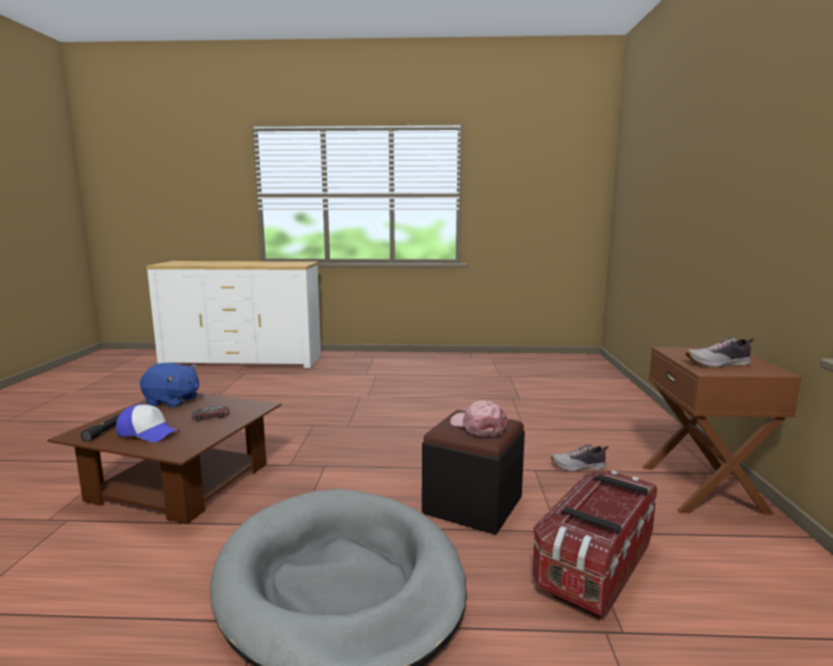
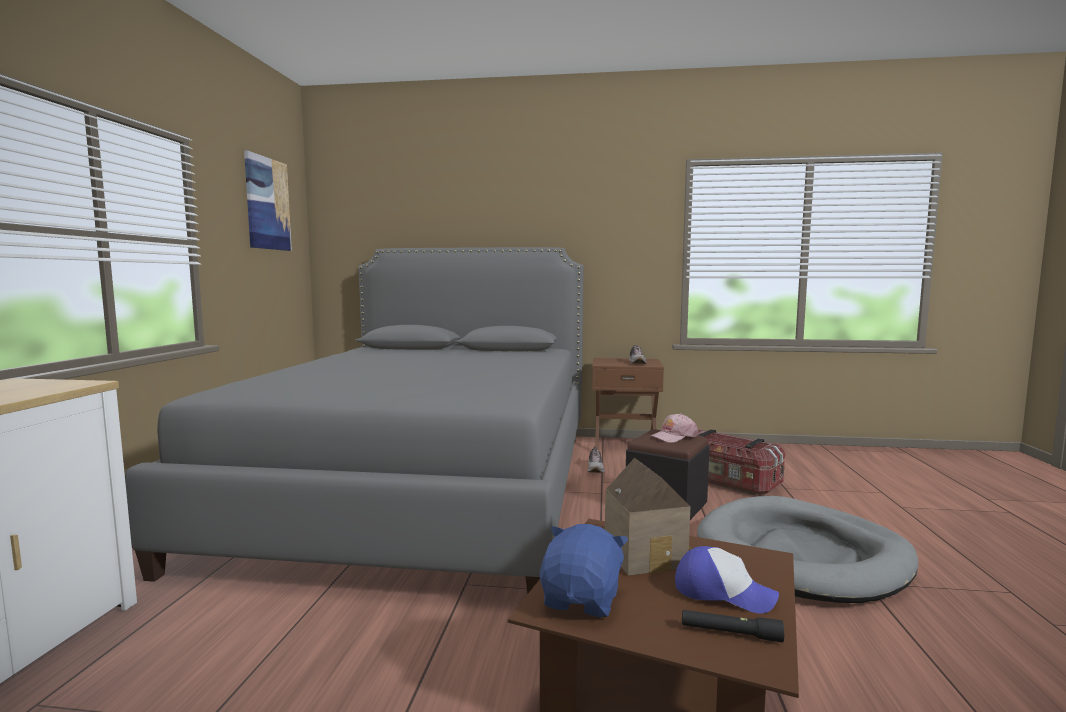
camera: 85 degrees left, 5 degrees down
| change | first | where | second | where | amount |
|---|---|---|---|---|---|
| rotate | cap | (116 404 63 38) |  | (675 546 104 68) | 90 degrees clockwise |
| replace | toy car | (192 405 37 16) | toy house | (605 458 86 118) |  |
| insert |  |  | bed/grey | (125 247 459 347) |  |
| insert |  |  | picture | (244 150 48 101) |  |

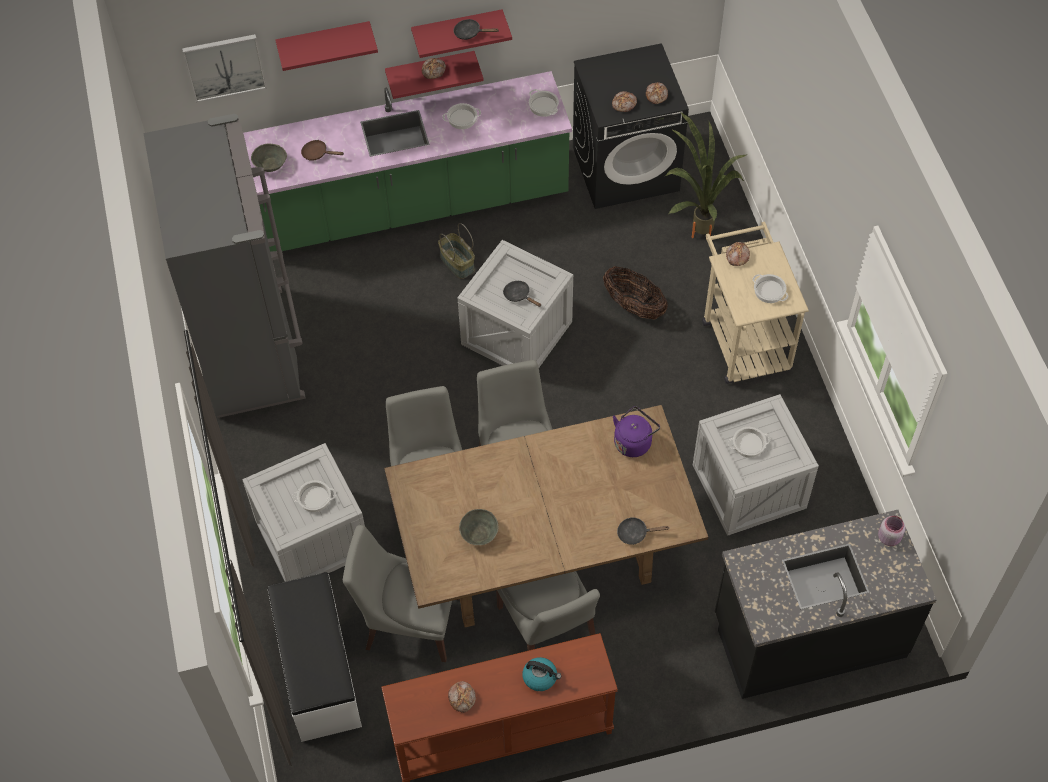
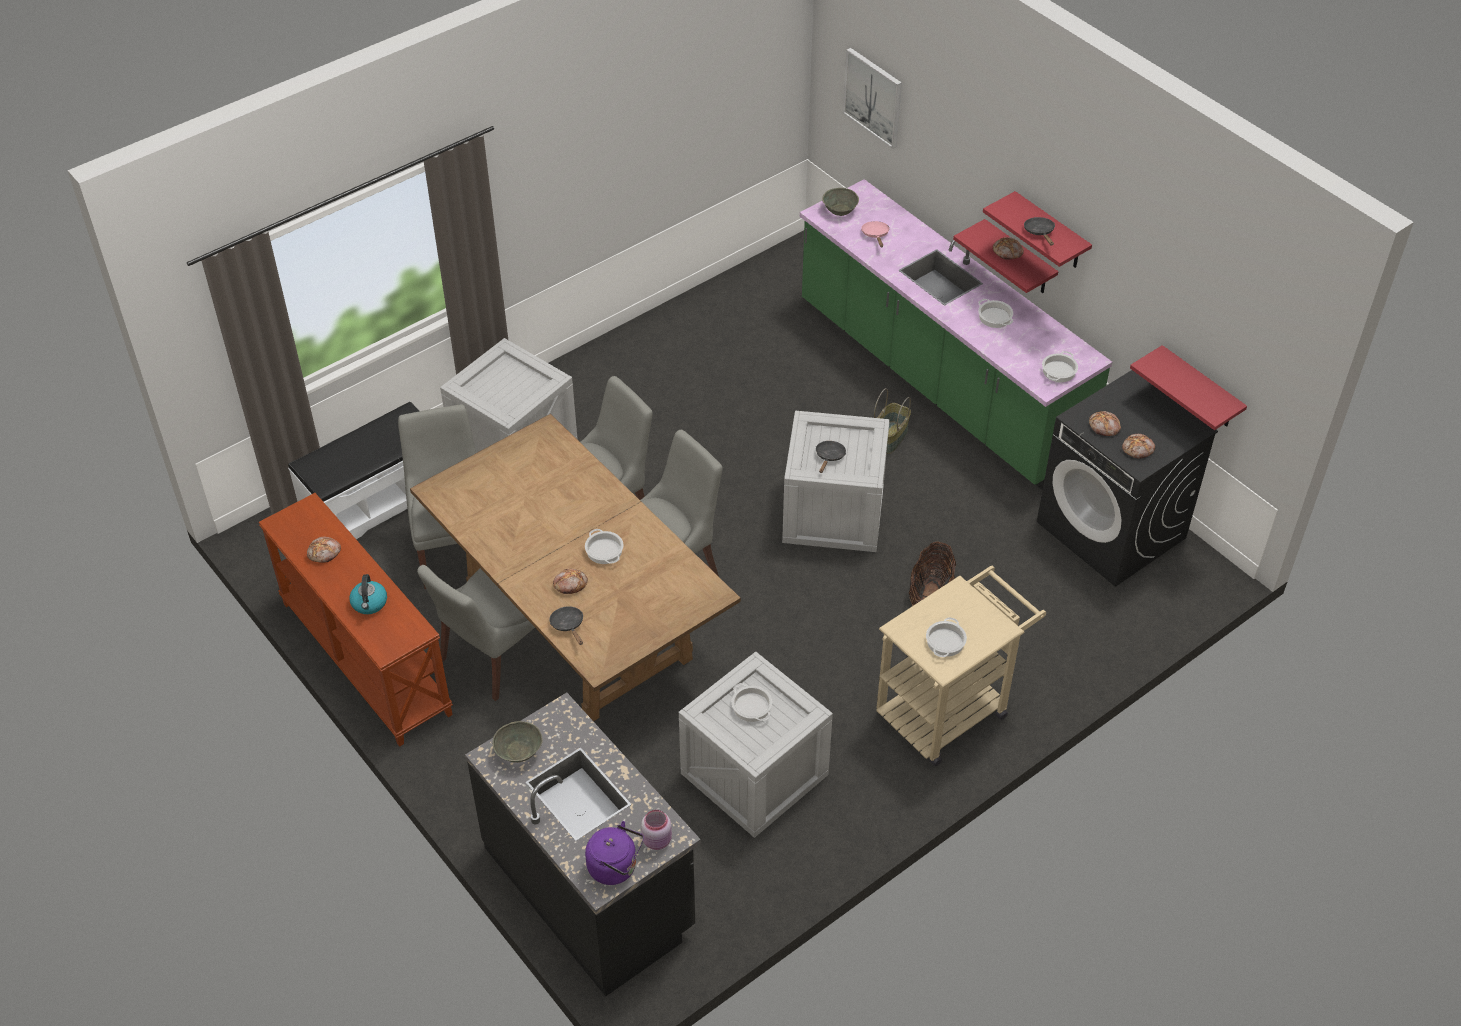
camera: 65 degrees right, 10 degrees down
| change | first | where | second | where | amount |
|---|---|---|---|---|---|
| delete | fridge/grey | (143 114 163 304) |  |  |  |
| move | shelf/red | (275 21 103 50) |  | (1130 345 117 85) |  |
| move | cooking pot | (292 480 44 32) |  | (585 529 38 35) |  |
| recolor | frying pan/brown | (301 140 42 21) | frying pan/pink | (861 221 29 26) |  |
| move | bowl/grey | (459 509 40 36) |  | (492 721 51 42) |  |
| move | kettle/purple | (613 406 47 51) |  | (585 821 59 64) |  |
| delete | potted plant | (666 113 80 125) |  |  |  |
| move | bread | (726 242 24 24) |  | (553 569 35 25) |  |

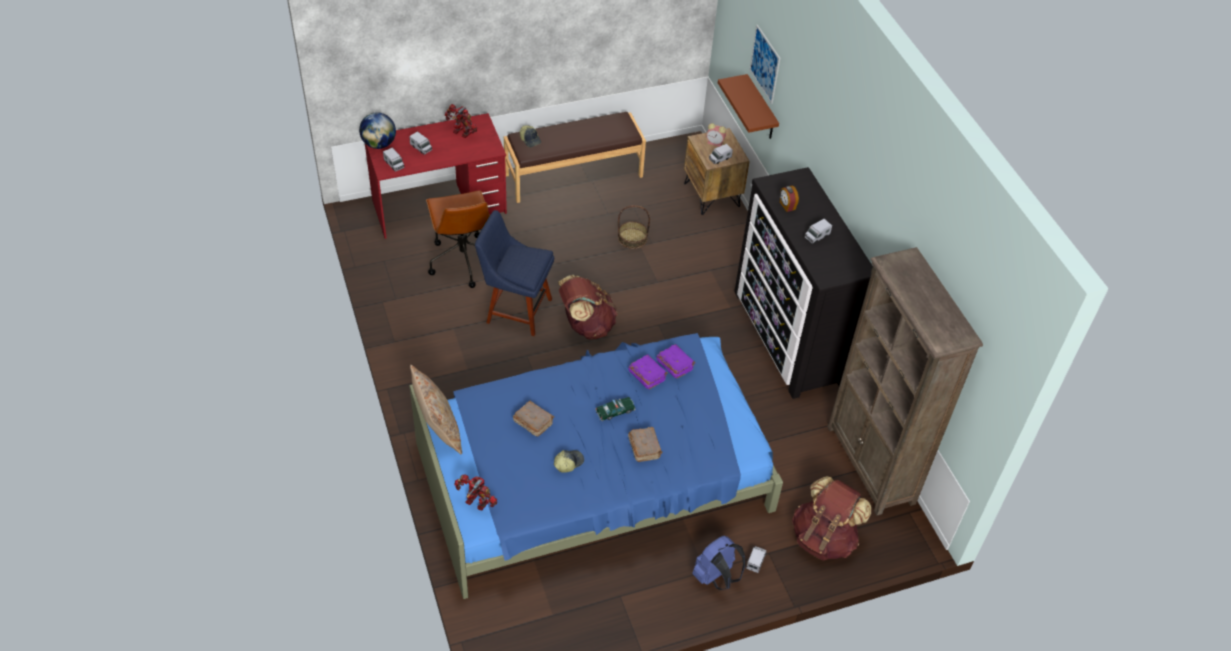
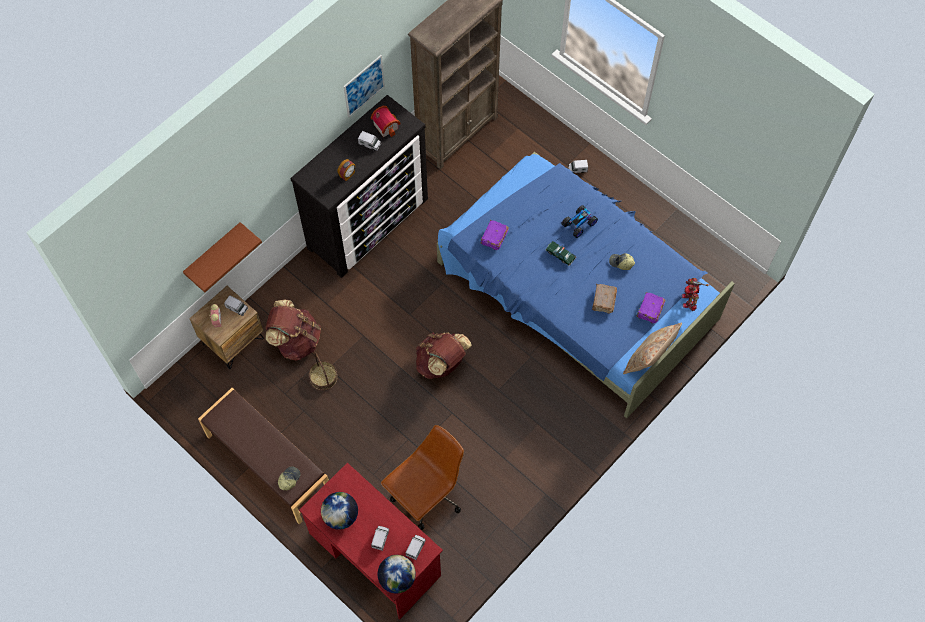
camera: 115 degrees left, 15 degrees up
| change | first | where | second | where | amount |
|---|---|---|---|---|---|
| replace | toy robot | (445 104 32 34) | globe | (321 492 37 38) |  |
| delete | chair/blue | (475 210 79 126) |  |  |  |
| move | book/purple | (628 354 40 35) |  | (637 292 28 31) |  |
| replace | book/brown | (628 427 34 35) | toy car | (561 205 37 33) |  |
| delete | backpack/blue | (692 535 53 55) |  |  |  |
| move | picture | (749 25 31 79) |  | (344 55 41 63) |  |
| move | backpack/brown | (792 476 79 84) |  | (266 299 55 62) |  |
| insert |  |  | toy house | (371 106 30 31) |  |

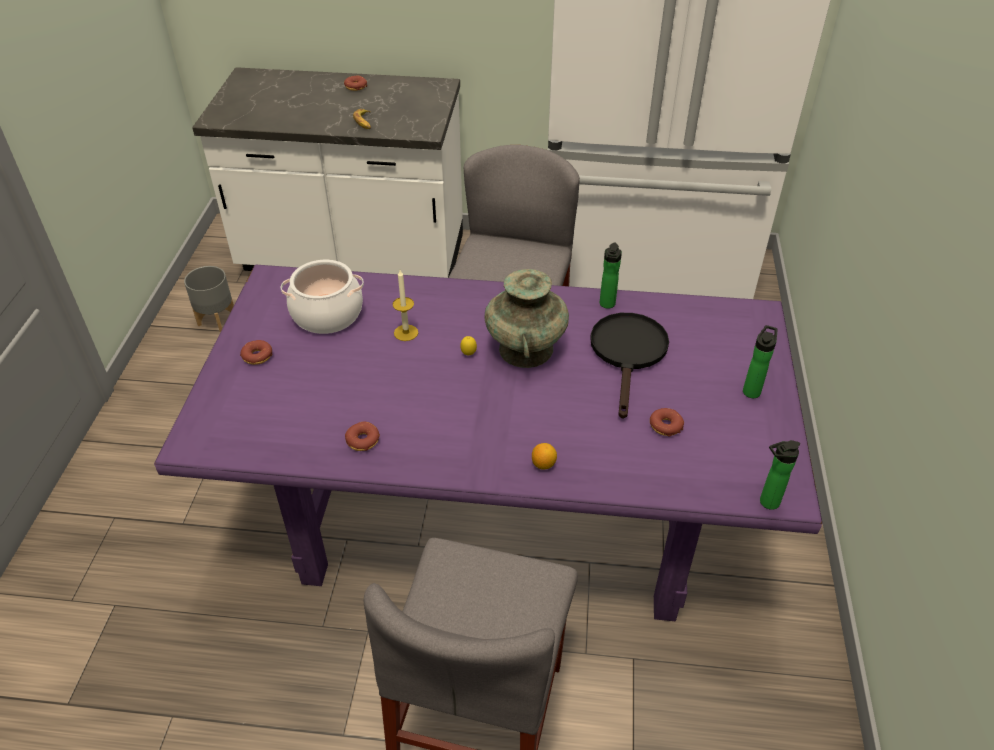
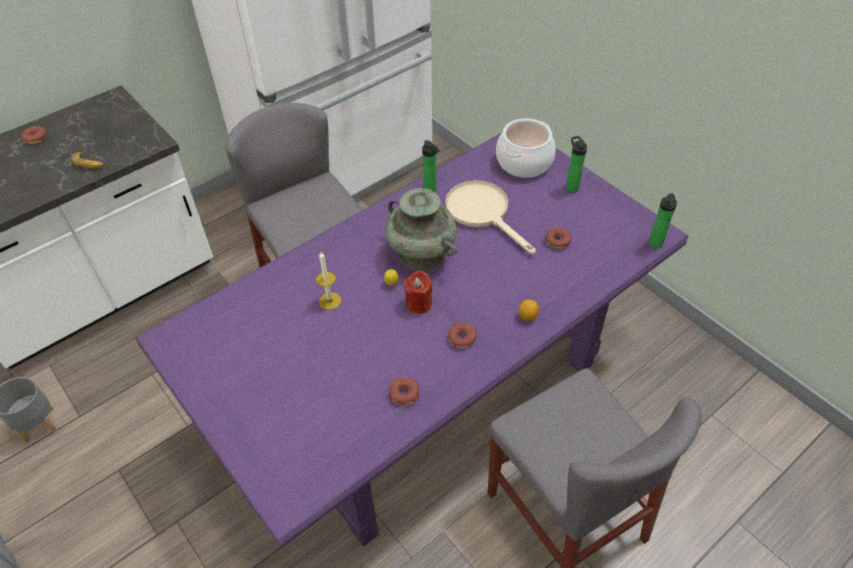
camera: 45 degrees left, 5 degrees up
| change | first | where | second | where | amount |
|---|---|---|---|---|---|
| move | donut | (240 340 32 25) |  | (448 323 29 25) |  |
| move | cooking pot | (281 260 83 74) |  | (496 118 60 60) |  |
| recolor | frying pan/black | (590 313 79 106) | frying pan/beige | (445 180 91 74) |  |
| insert |  |  | candle/red | (404 271 28 43) |  |

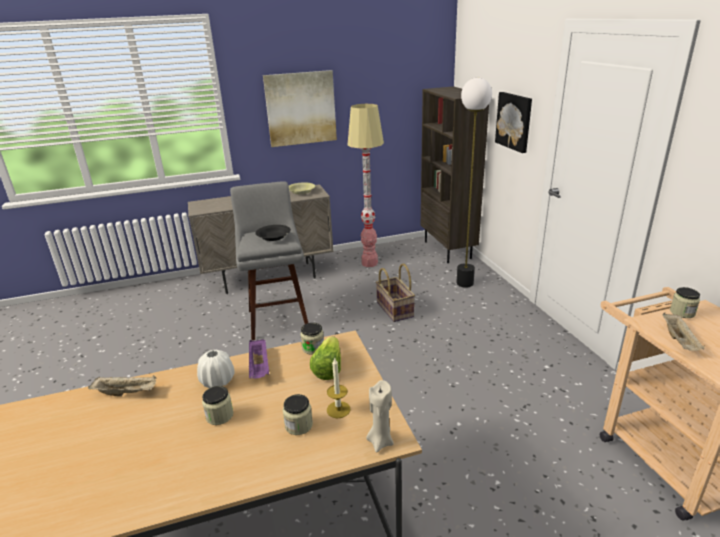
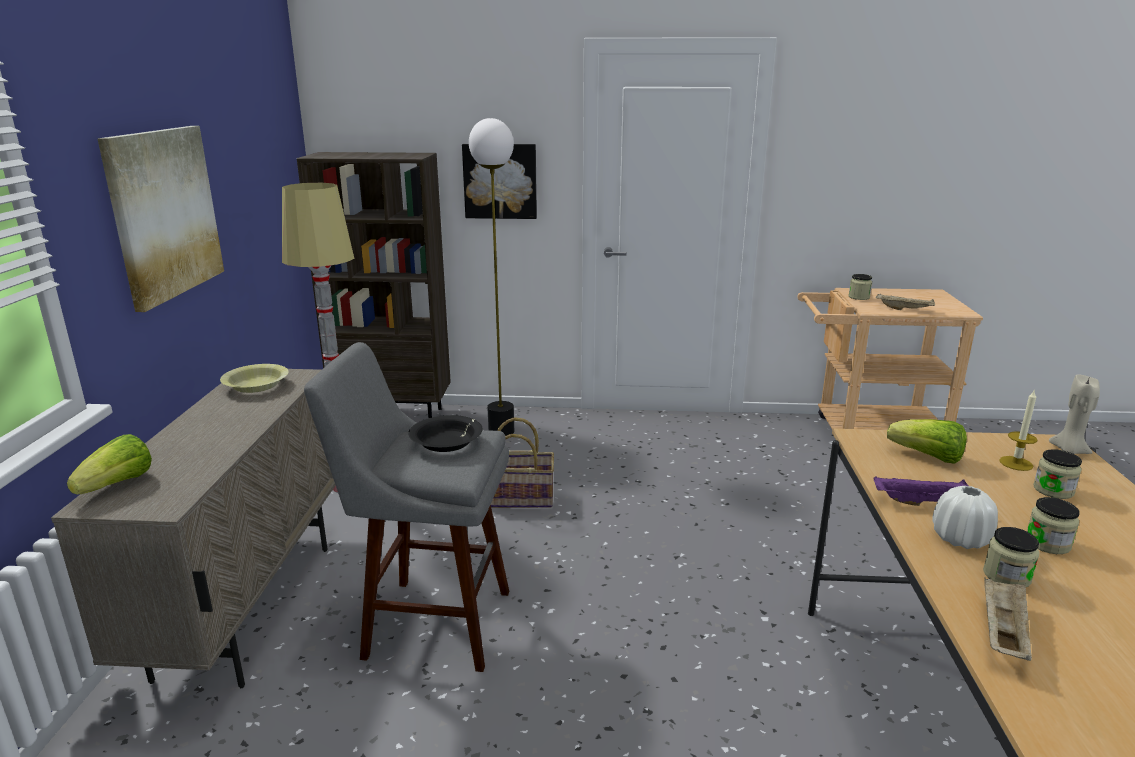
camera: 70 degrees left, 5 degrees down
| change | first | where | second | where | amount |
|---|---|---|---|---|---|
| move | jar | (300 323 24 32) |  | (983 527 56 60) |  |
| insert |  |  | lettuce | (67 434 85 60) |  |

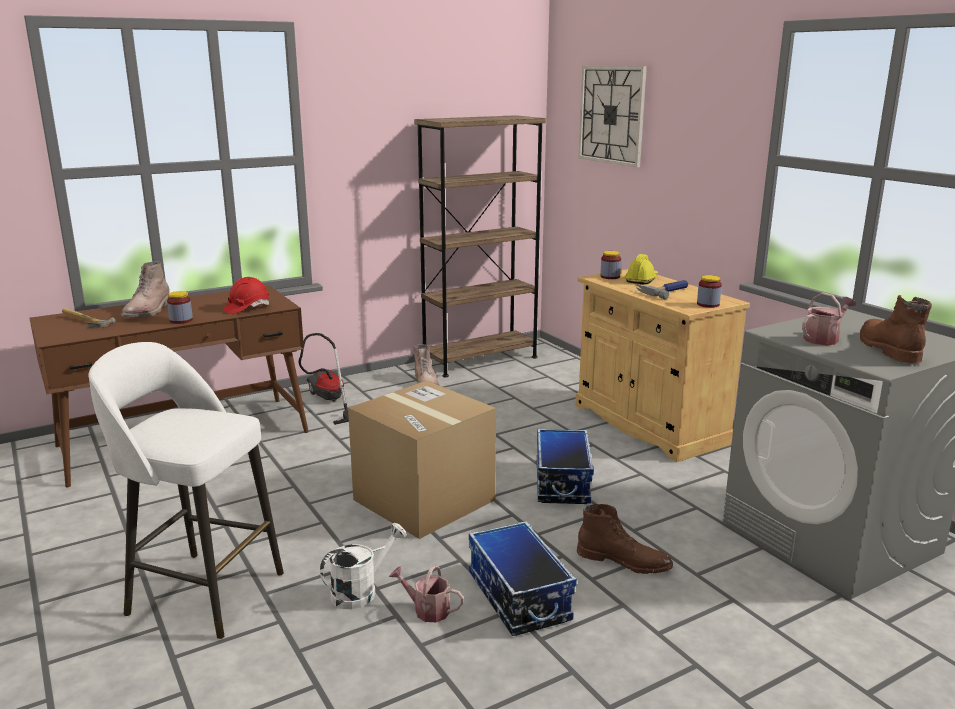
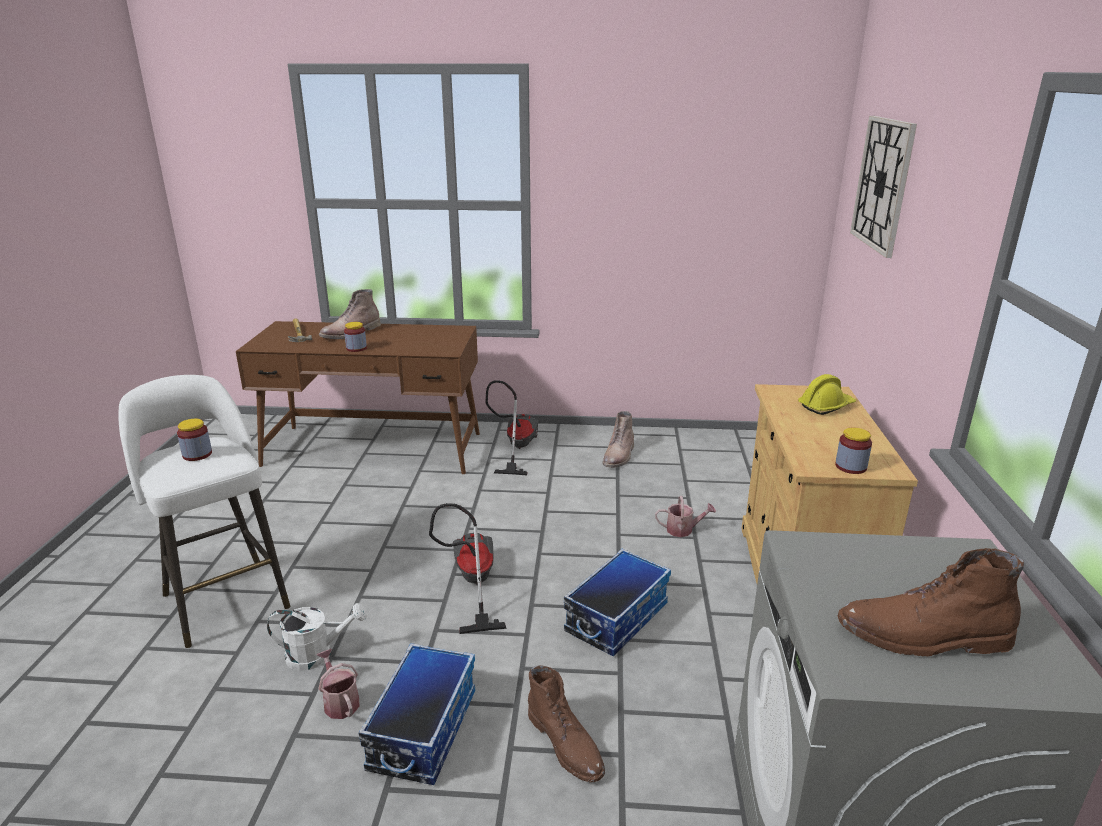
camera: 35 degrees right, 5 degrees up
| change | first | where | second | where | amount |
|---|---|---|---|---|---|
| delete | hard hat/red | (224 277 46 37) |  |  |  |
| replace | cardboard box | (348 381 148 158) | vacuum cleaner | (429 503 78 131) |  |
| delete | bookcase/brown | (414 115 132 262) |  |  |  |
| move | jar | (600 251 21 28) |  | (177 419 35 42) |  |
| delete | hammer | (637 280 51 20) |  |  |  |
| move | watering can | (802 292 54 53) |  | (655 496 61 41) |  |
| rotate | boot/brown | (860 295 72 68) |  | (838 548 186 108) | 120 degrees counterclockwise |

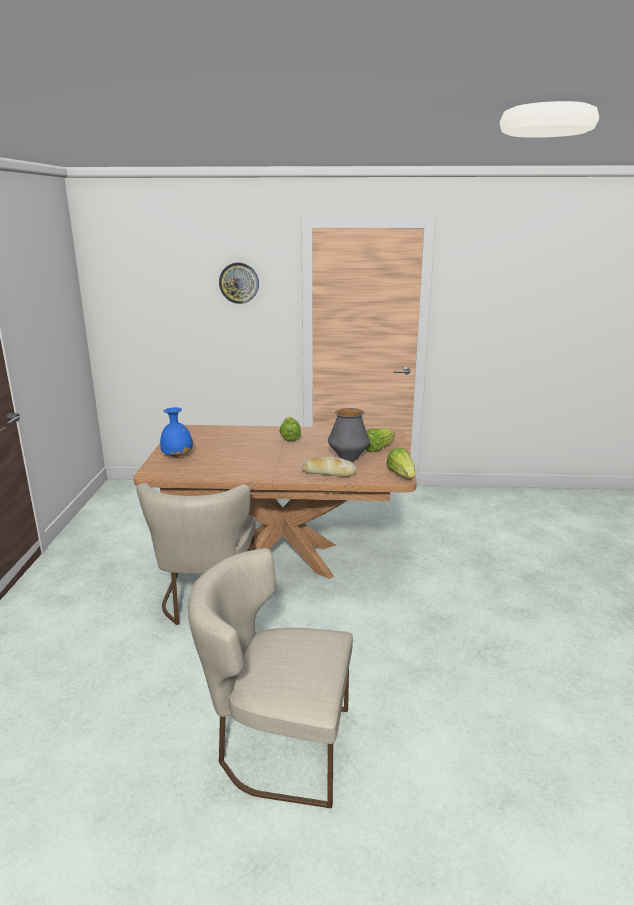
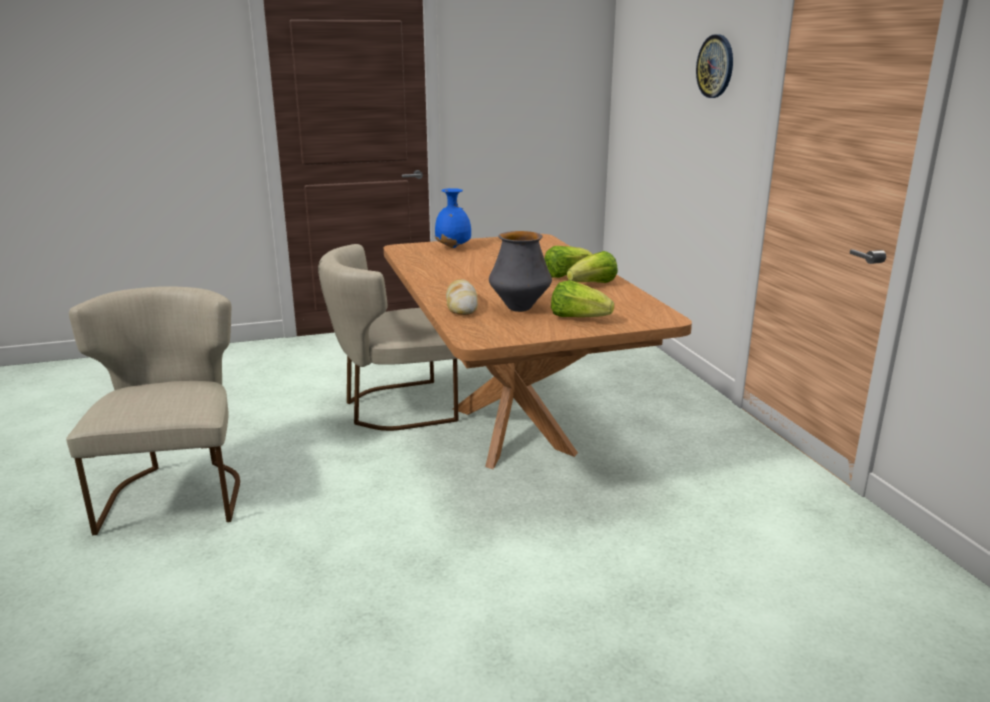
camera: 70 degrees right, 0 degrees up
| change | first | where | second | where | amount |
|---|---|---|---|---|---|
| move | lettuce | (386 448 29 30) |  | (567 251 51 32) |  |

